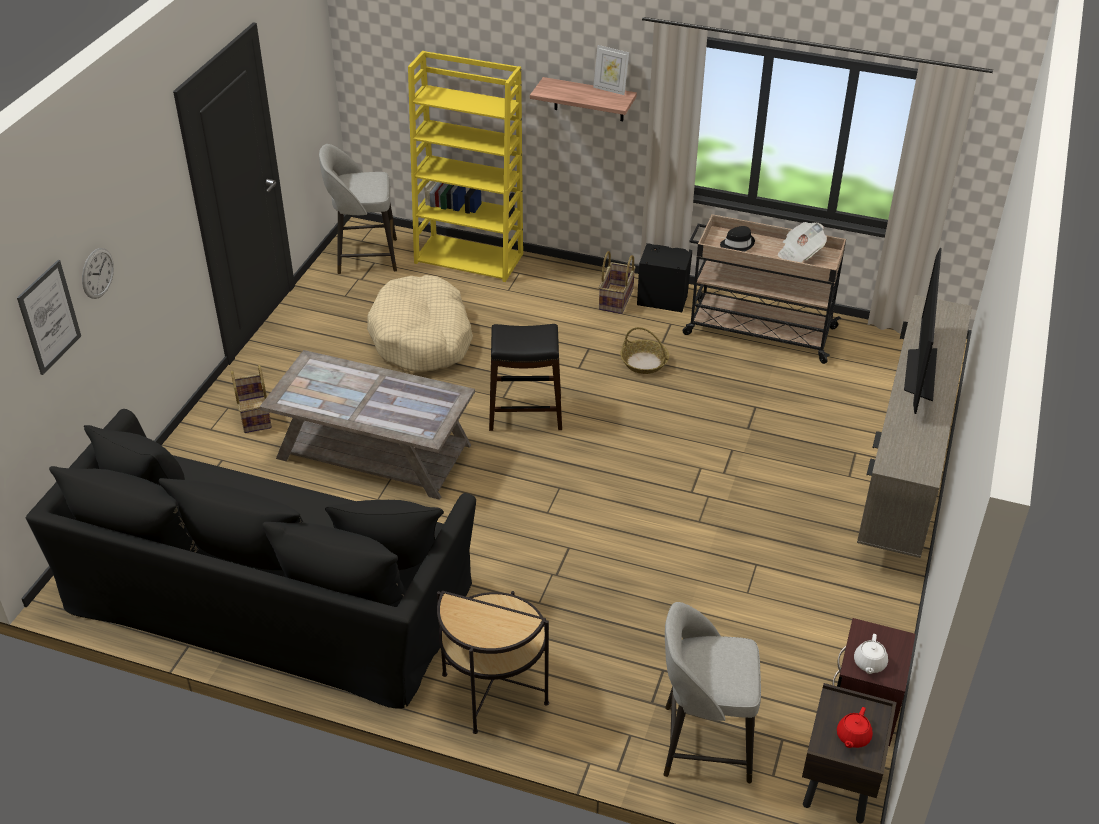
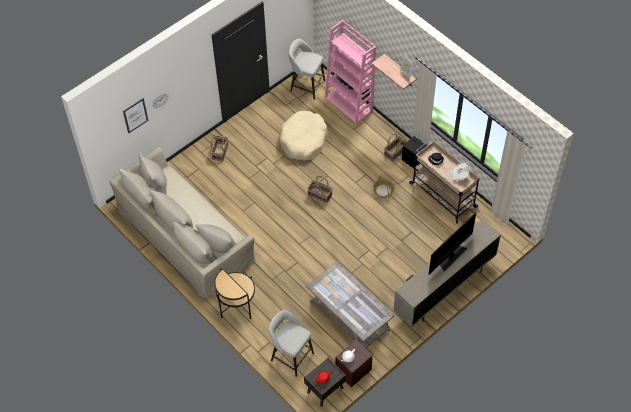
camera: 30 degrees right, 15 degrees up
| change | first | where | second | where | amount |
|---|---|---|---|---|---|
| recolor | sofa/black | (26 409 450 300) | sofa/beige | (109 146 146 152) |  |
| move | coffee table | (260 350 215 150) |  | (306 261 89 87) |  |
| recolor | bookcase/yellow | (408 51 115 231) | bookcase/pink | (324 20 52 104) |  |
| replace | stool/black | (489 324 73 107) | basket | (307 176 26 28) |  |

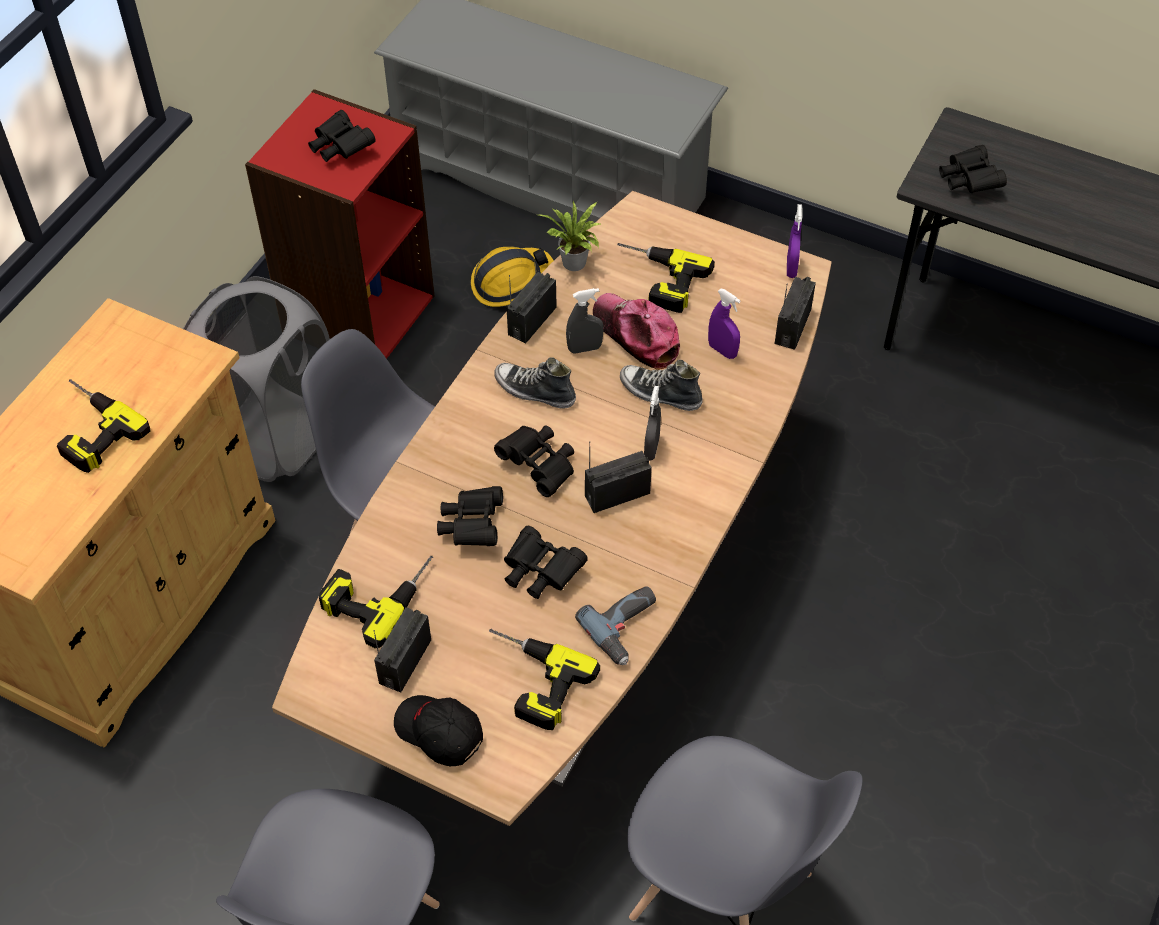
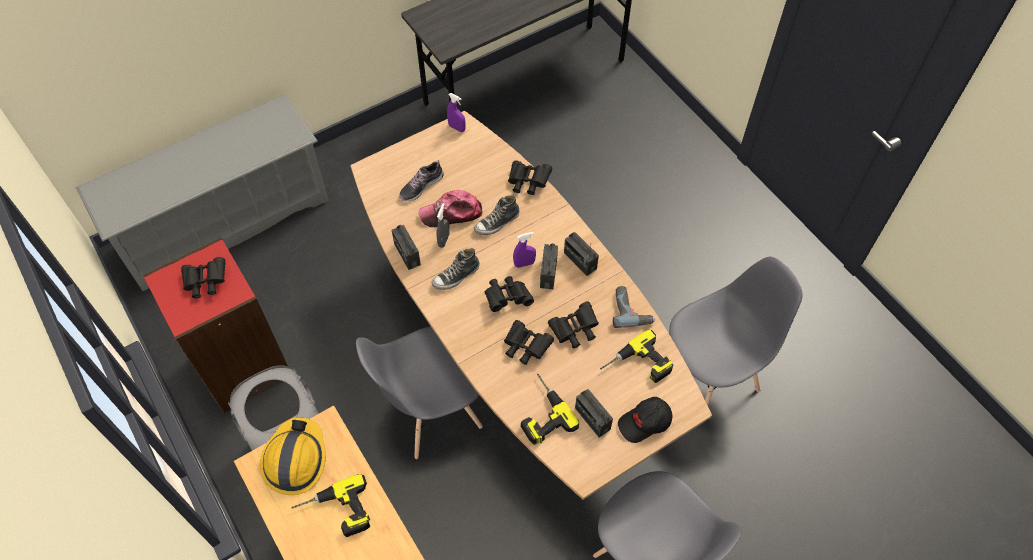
camera: 60 degrees left, 5 degrees up
| change | first | where | second | where | amount |
|---|---|---|---|---|---|
| move | hard hat | (471 247 83 60) |  | (260 417 66 78) |  |
| delete | potted plant | (539 201 63 70) |  |  |  |
| replace | power drill | (617 243 98 70) | shoe | (399 160 45 42) |  |
| delete | spray bottle/grey | (644 386 17 75) |  |  |  |
| move | spray bottle/purple | (708 289 33 70) |  | (513 232 23 36) |  |
| move | radio | (774 277 42 73) |  | (564 232 35 44) |  |
| move | binoculars/black | (939 145 68 48) |  | (508 161 44 34) |  |

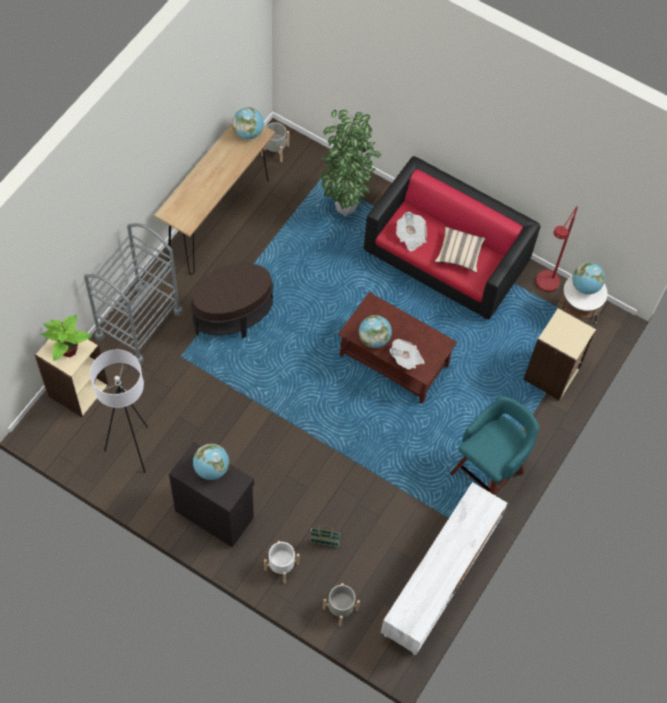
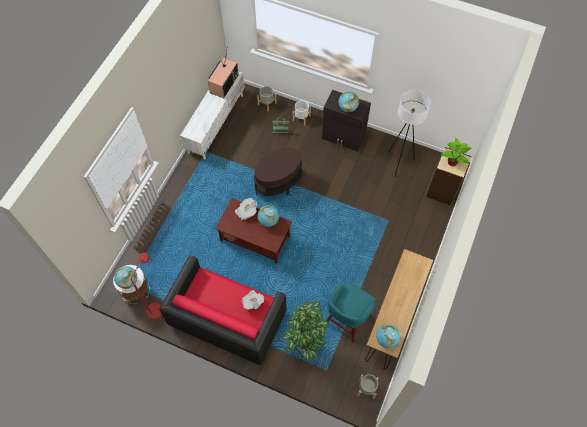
camera: 175 degrees right, 0 degrees up
| change | first | where | second | where | amount |
|---|---|---|---|---|---|
| delete | cart/grey | (84 223 99 142) |  |  |  |
| move | side table/brown | (191 263 82 76) |  | (254 148 48 48) |  |
| delete | pillow/beige | (435 227 50 46) |  |  |  |
| move | stool/turquoise | (450 396 89 99) |  | (326 281 50 62) |  |
| delete | bookcase/beige | (523 307 74 94) |  |  |  |
| insert |  |  | television | (208 51 31 47) |  |

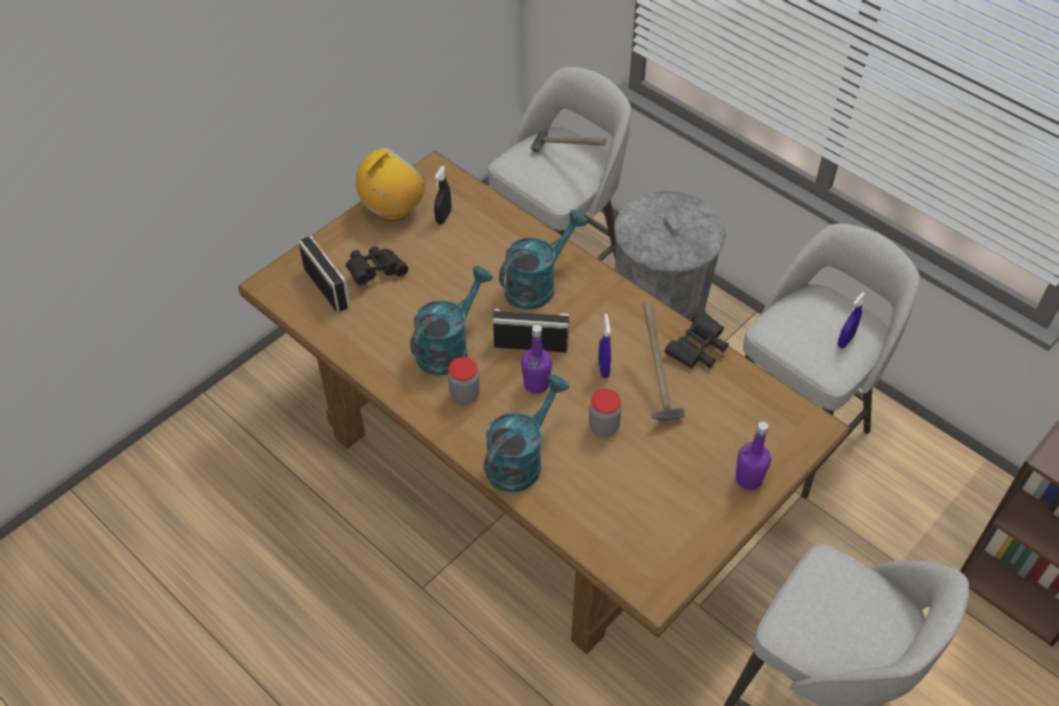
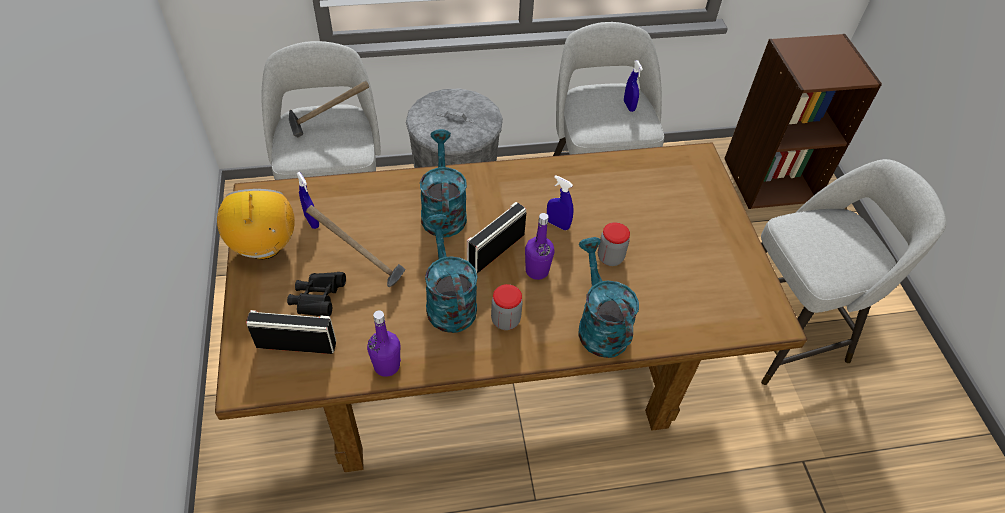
camera: 55 degrees left, 0 degrees up
| change | first | where | second | where | amount |
|---|---|---|---|---|---|
| recolor | spray bottle/black | (434 166 17 58) | spray bottle/blue | (297 172 22 57) |  |
| move | hammer | (643 303 42 118) |  | (306 205 100 82) |  |
| delete | binoculars/black | (665 308 64 61) |  |  |  |
| move | bottle/purple | (736 421 35 69) |  | (367 310 34 67) |  |

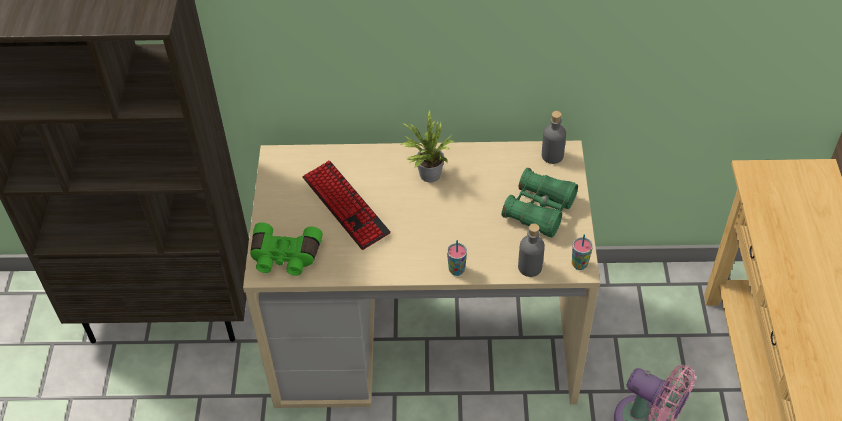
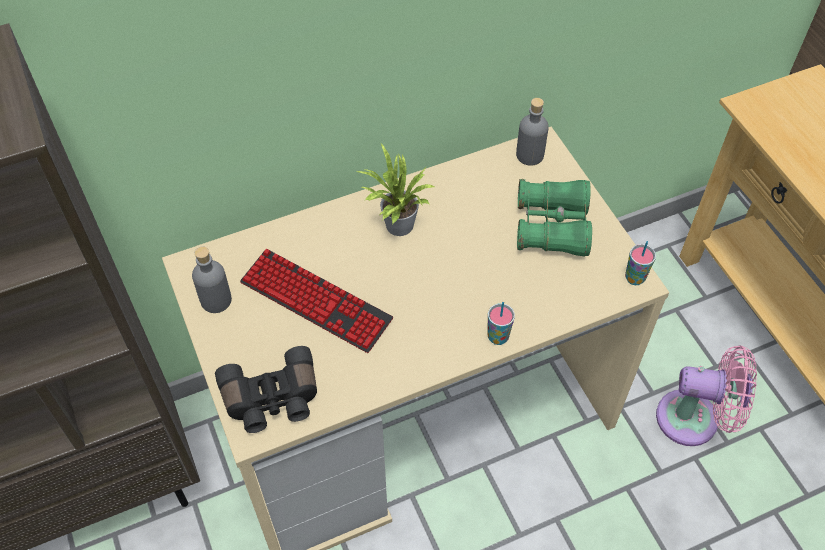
camera: 25 degrees left, 5 degrees up
| change | first | where | second | where | amount |
|---|---|---|---|---|---|
| recolor | binoculars/green | (250 222 73 54) | binoculars/black | (215 346 102 87) |  |
| move | bottle/grey | (518 223 27 54) |  | (192 246 40 67) |  |

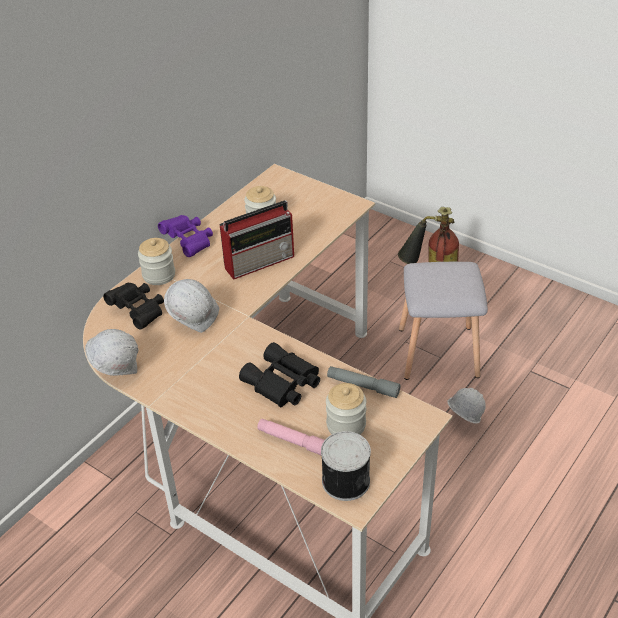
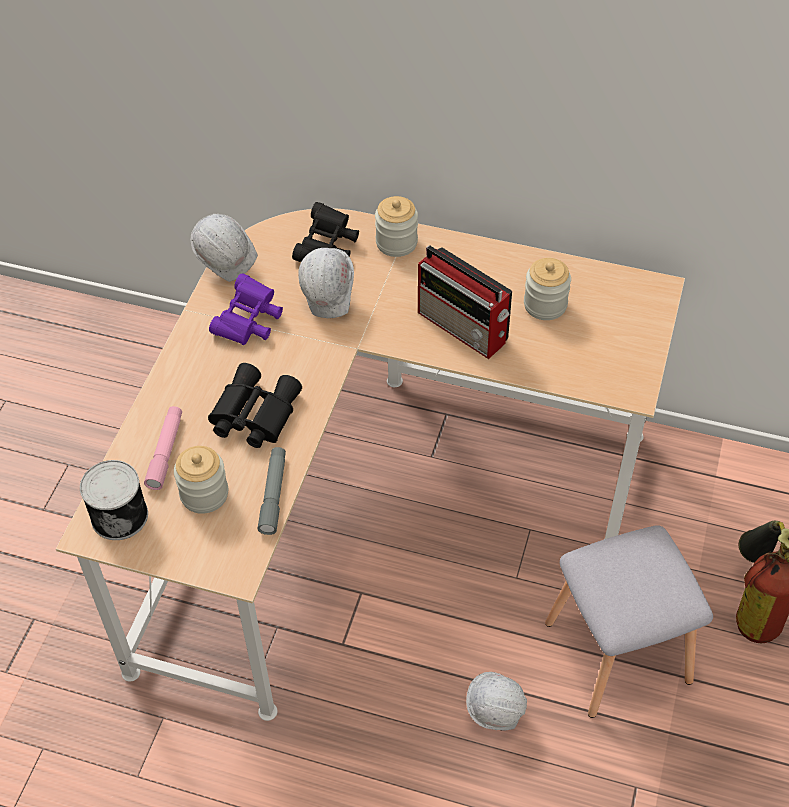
camera: 70 degrees right, 10 degrees up
| change | first | where | second | where | amount |
|---|---|---|---|---|---|
| move | binoculars/purple | (158 215 55 42) |  | (209 273 74 72) |  |

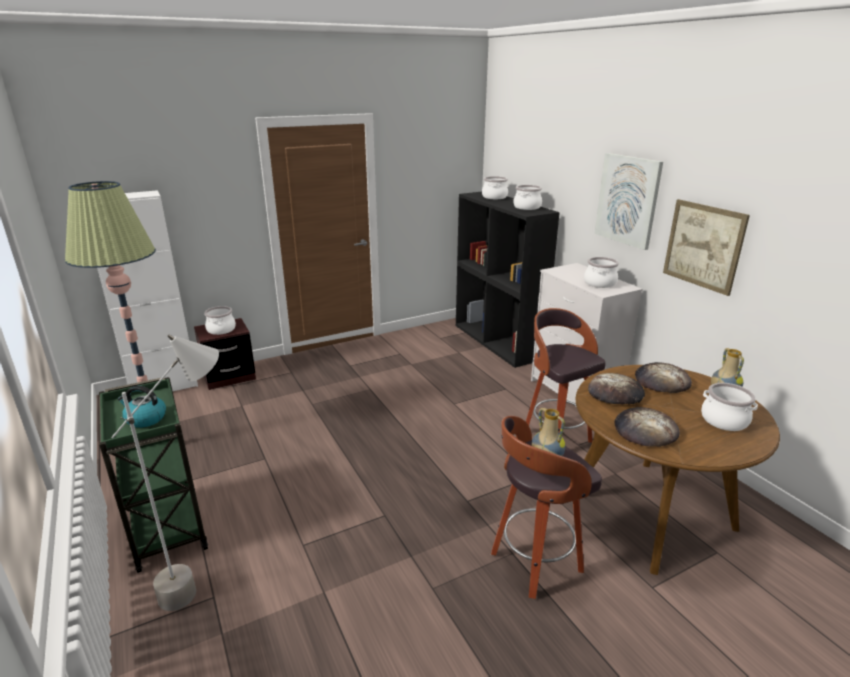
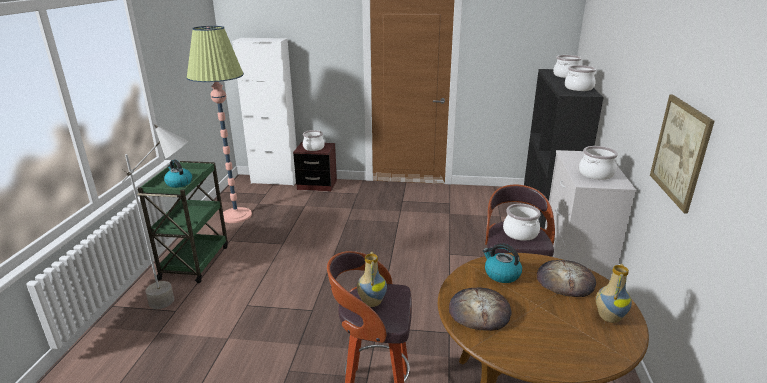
camera: 35 degrees right, 0 degrees up
| change | first | where | second | where | amount |
|---|---|---|---|---|---|
| replace | bread | (588 373 57 31) | kettle | (483 243 39 40) |  |
| delete | picture | (595 153 68 97) |  |  |  |
| move | cooking pot | (701 383 57 48) |  | (503 204 38 37) |  |

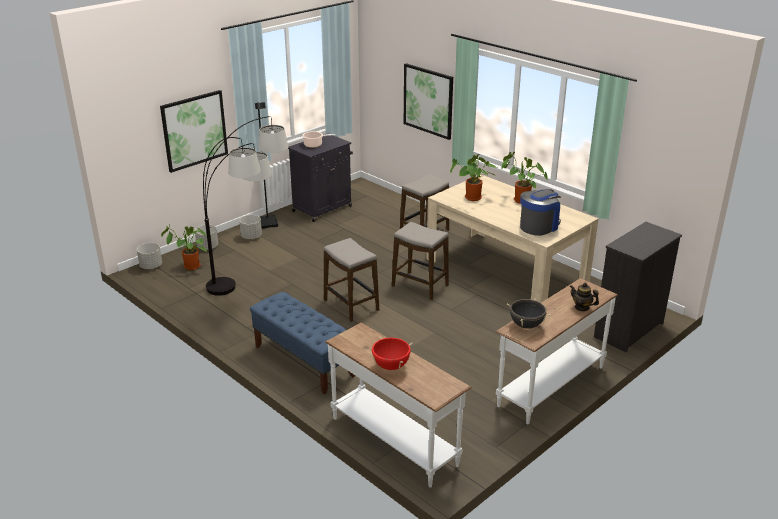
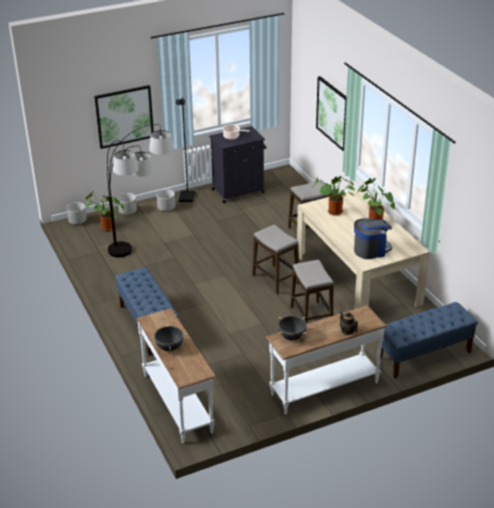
camera: 20 degrees right, 5 degrees up
| change | first | where | second | where | amount |
|---|---|---|---|---|---|
| move | stool | (324 238 55 84) |  | (291 260 43 63) |  |
| recolor | cooking pot/red | (370 337 43 33) | cooking pot/black | (150 324 37 27) |  |
| replace | dresser/black | (594 222 88 131) | bench/blue | (377 302 101 77) |  |

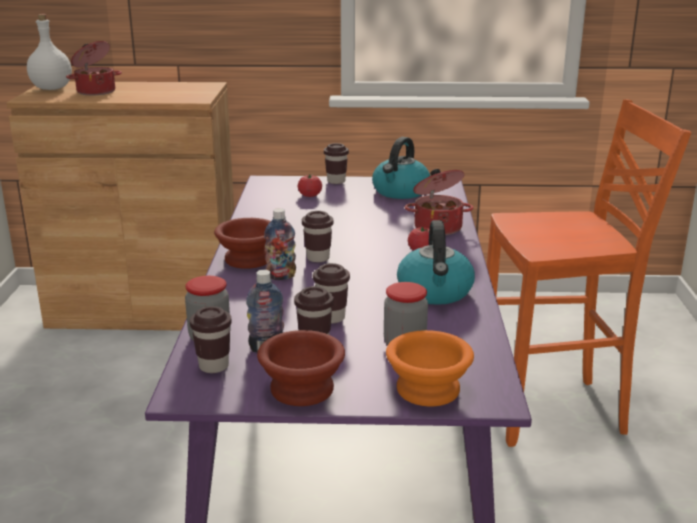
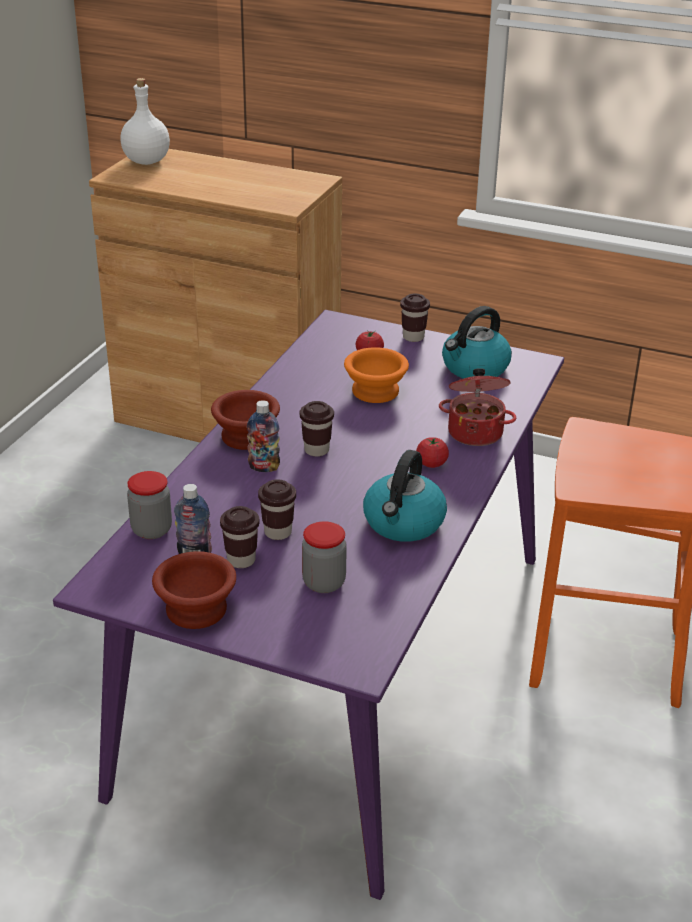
camera: 20 degrees right, 10 degrees up
| change | first | where | second | where | amount |
|---|---|---|---|---|---|
| delete | cooking pot | (66 41 56 54) |  |  |  |
| delete | cup/brown | (189 306 43 67) |  |  |  |
| move | bowl/orange | (386 330 88 76) |  | (344 347 65 56) |  |

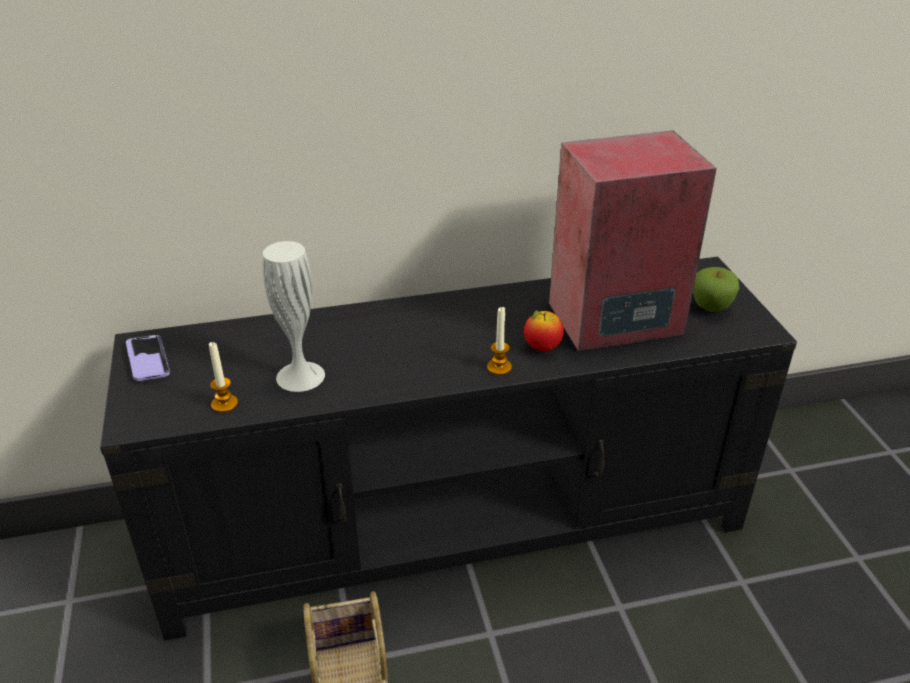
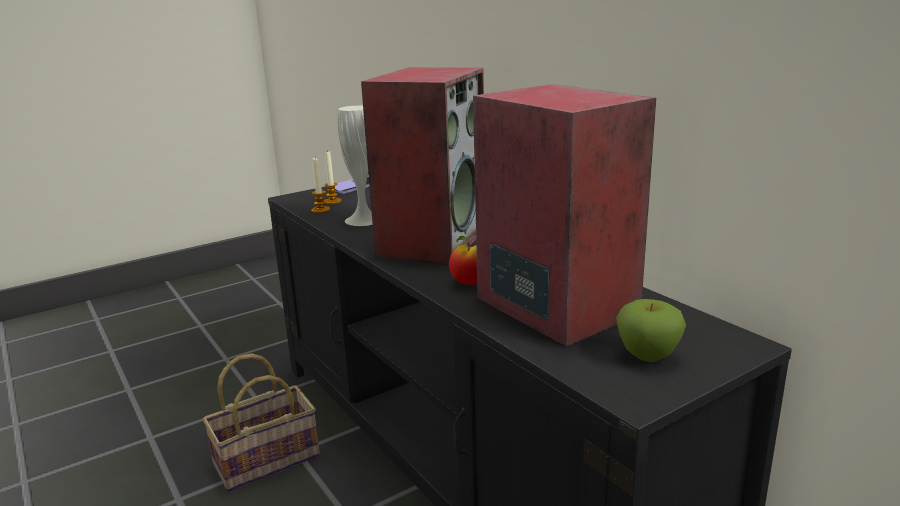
camera: 70 degrees right, 15 degrees down
| change | first | where | second | where | amount |
|---|---|---|---|---|---|
| move | candle | (487 307 25 68) |  | (324 150 18 55) |  |
| insert |  |  | speaker | (361 67 123 198) |  |

